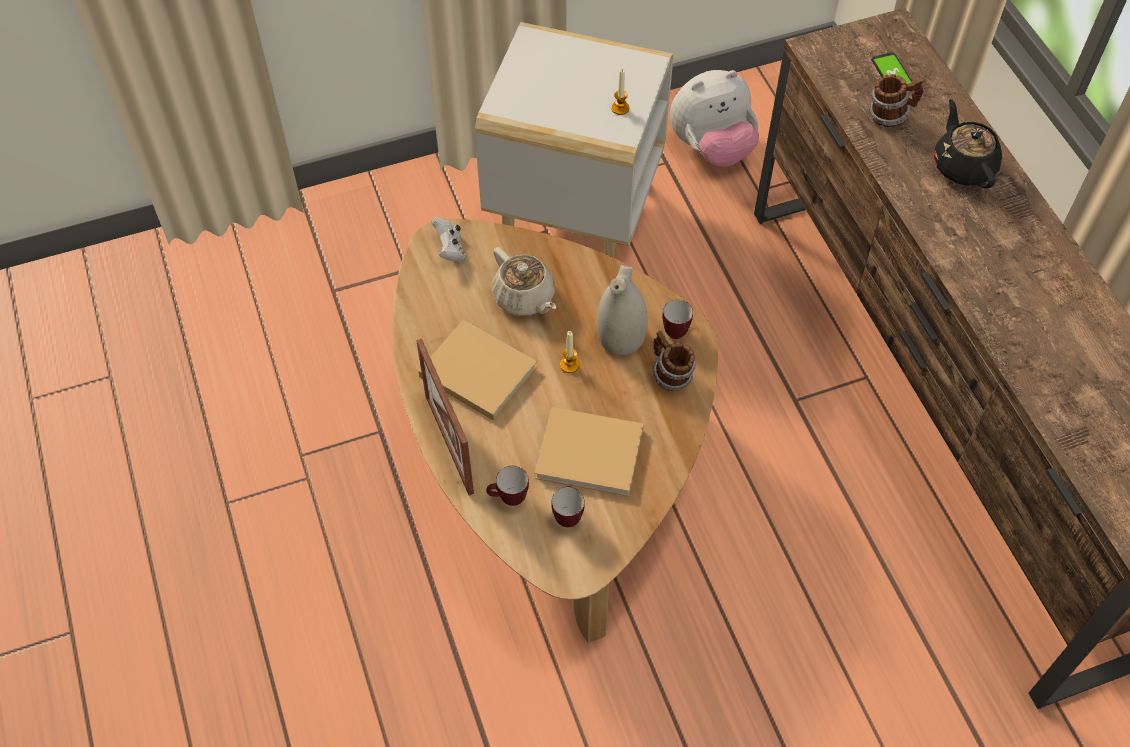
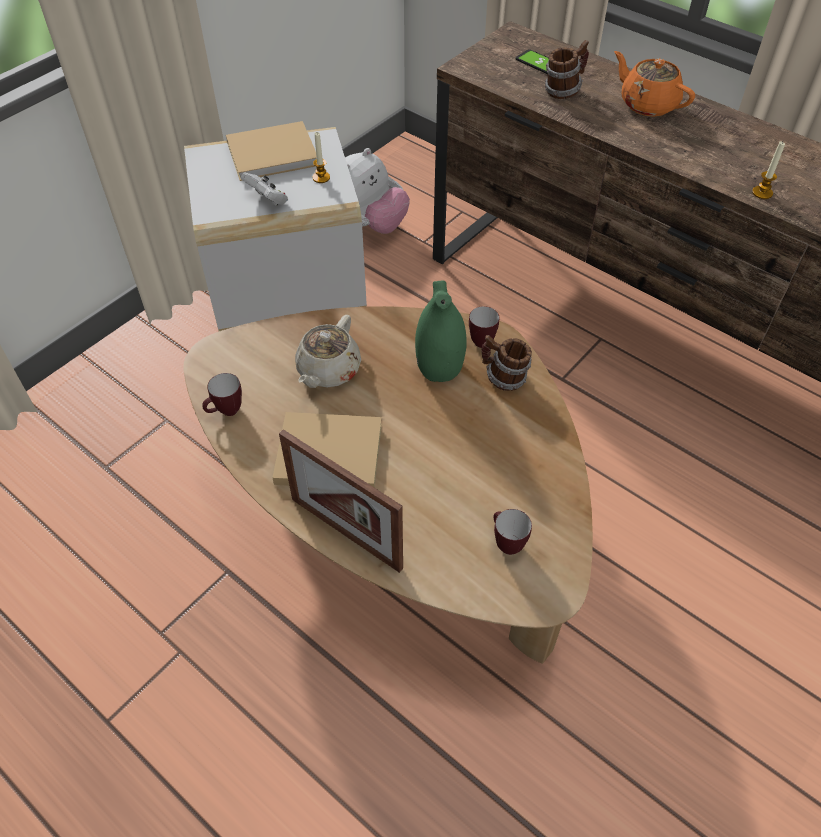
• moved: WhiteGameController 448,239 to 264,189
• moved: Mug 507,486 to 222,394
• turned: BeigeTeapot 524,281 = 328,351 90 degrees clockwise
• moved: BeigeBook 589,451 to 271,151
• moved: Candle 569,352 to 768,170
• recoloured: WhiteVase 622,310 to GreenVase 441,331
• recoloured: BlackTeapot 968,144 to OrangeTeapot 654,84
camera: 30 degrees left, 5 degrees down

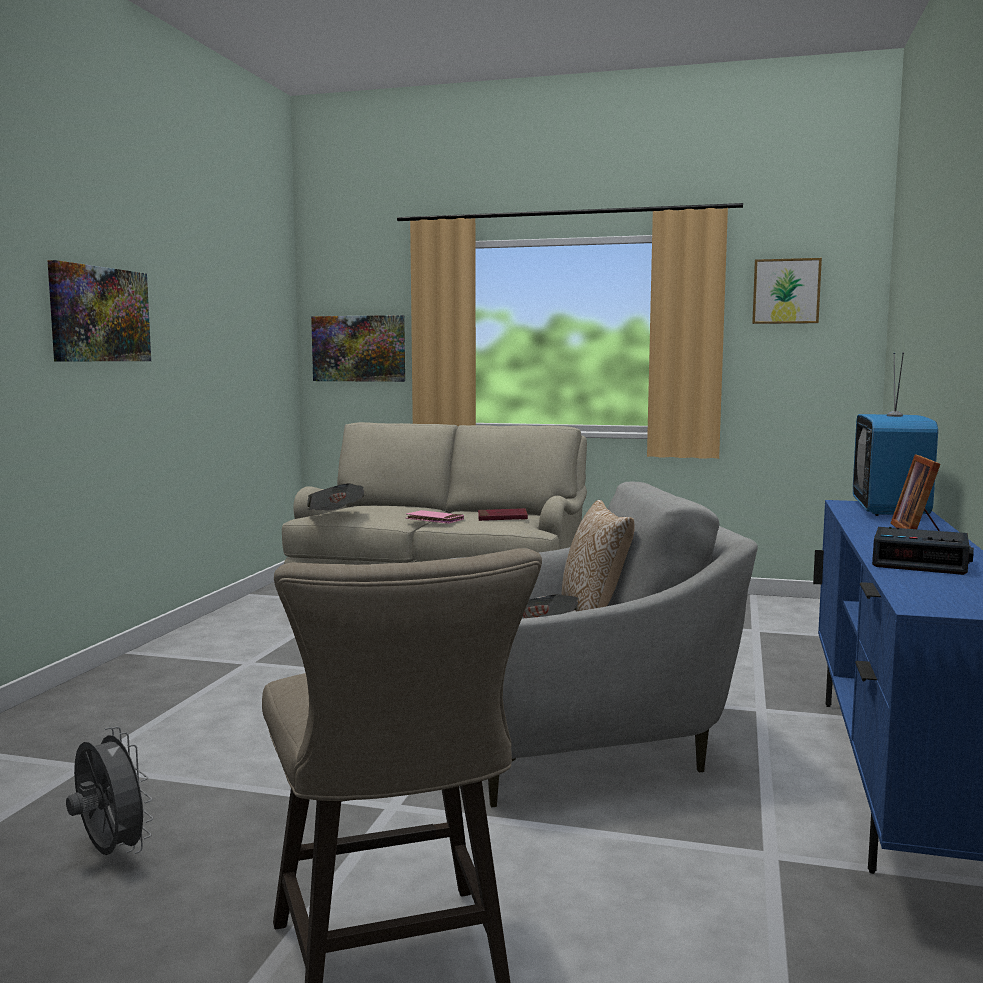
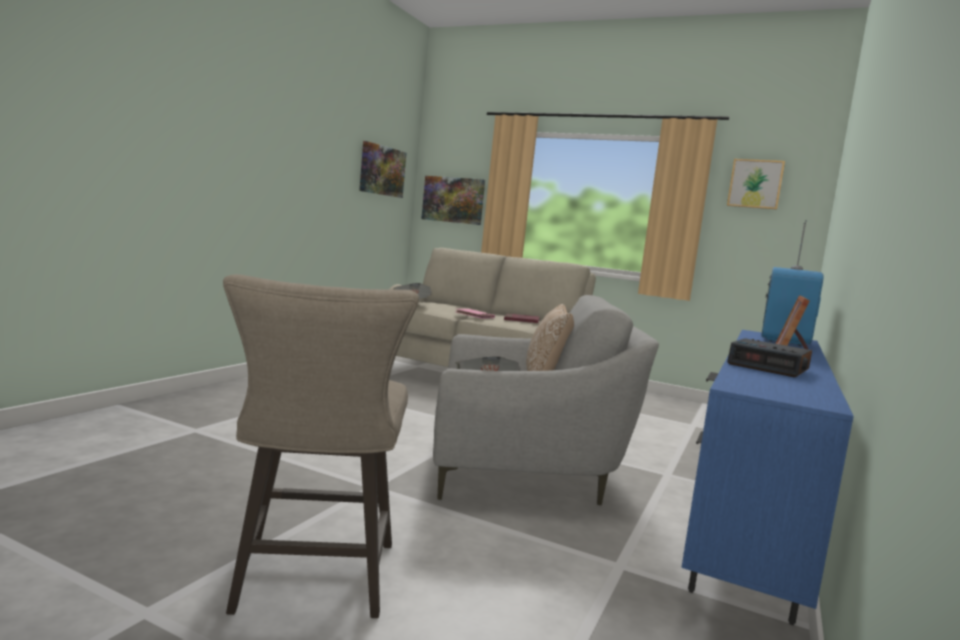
• moved: Picture 99,310 to 382,169
• removed: GreyFan 109,791
camera: 10 degrees right, 0 degrees up

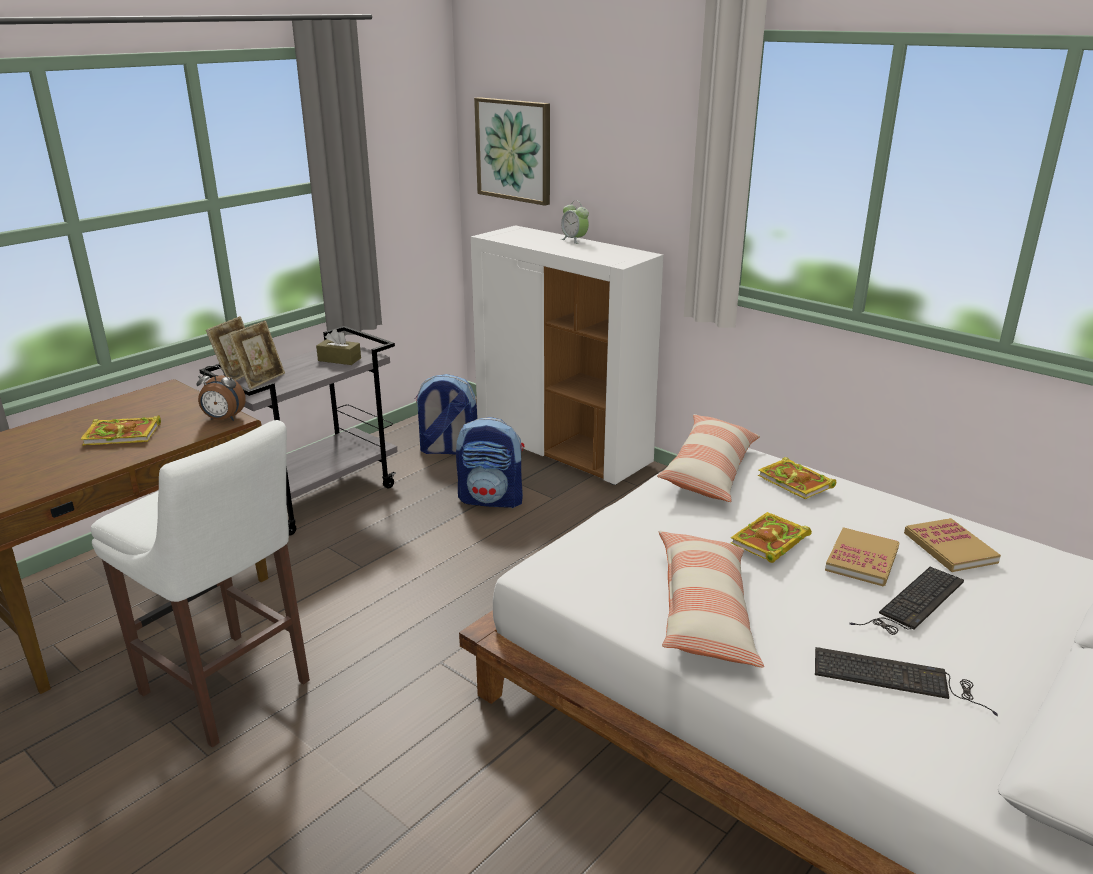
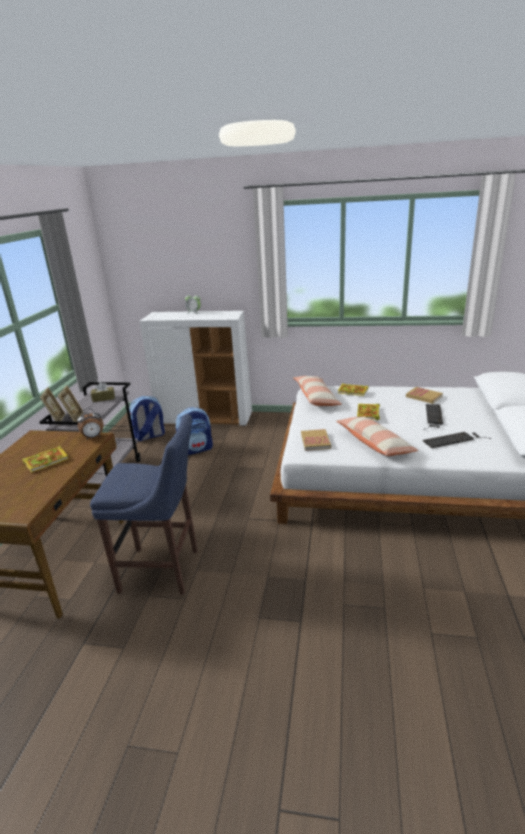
• recoloured: WhiteStool 200,583 to BlueStool 144,504
• removed: Picture 512,151
• moved: Book 862,557 to 316,440
camera: 30 degrees left, 0 degrees up

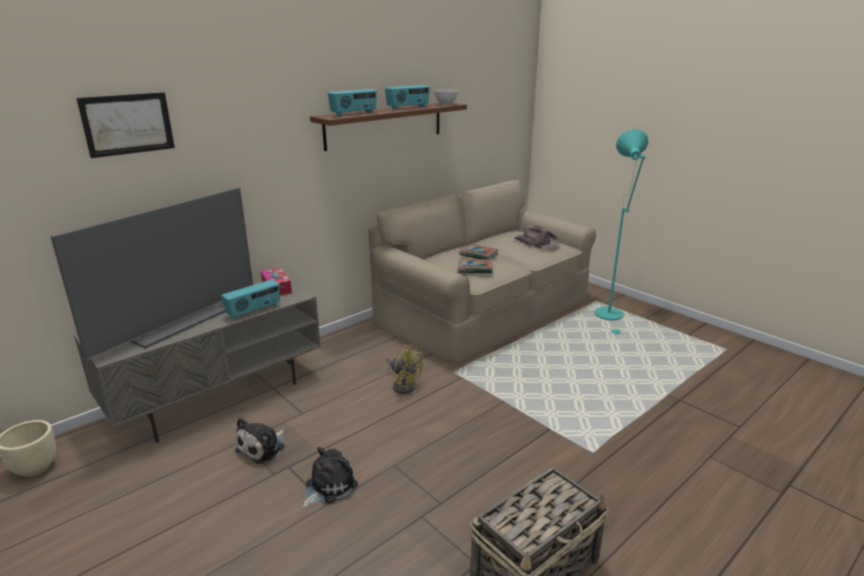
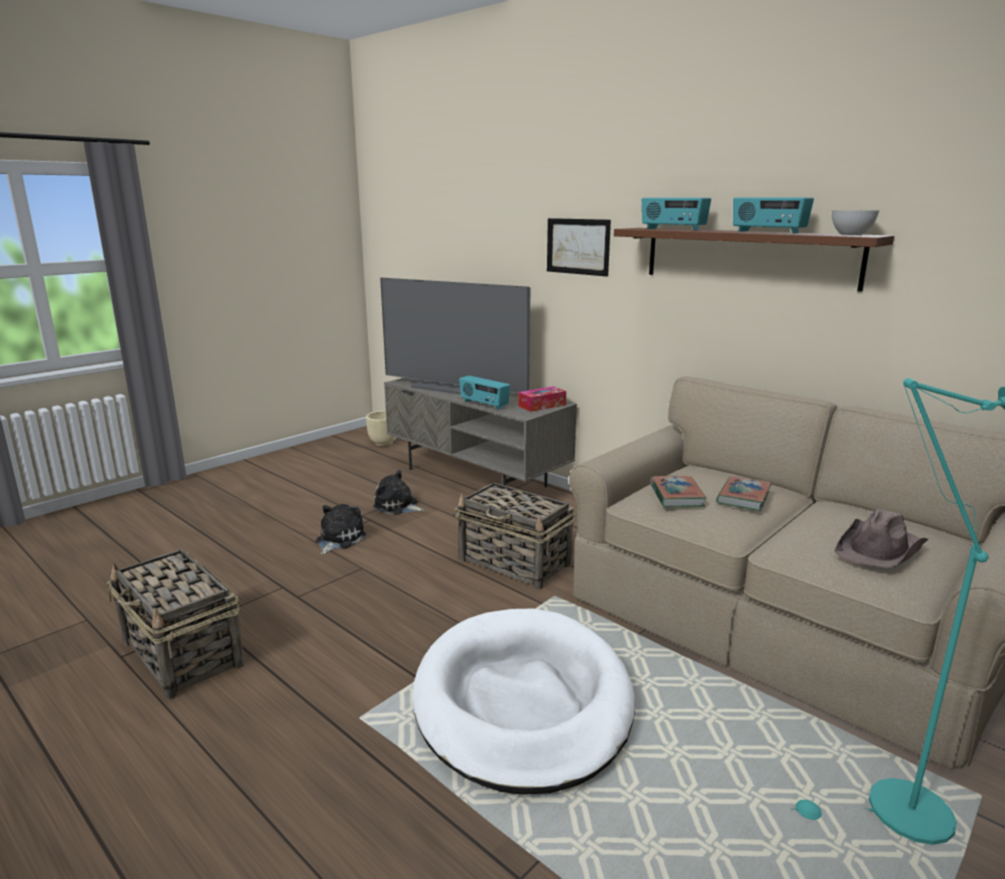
• moved: Picture 125,125 to 579,247
• turned: PlushToy 330,477 = 341,529 105 degrees counterclockwise
• replaced: YellowFan 405,369 to Basket 515,536
• added: WhiteDogBed 523,701
camera: 85 degrees right, 5 degrees down

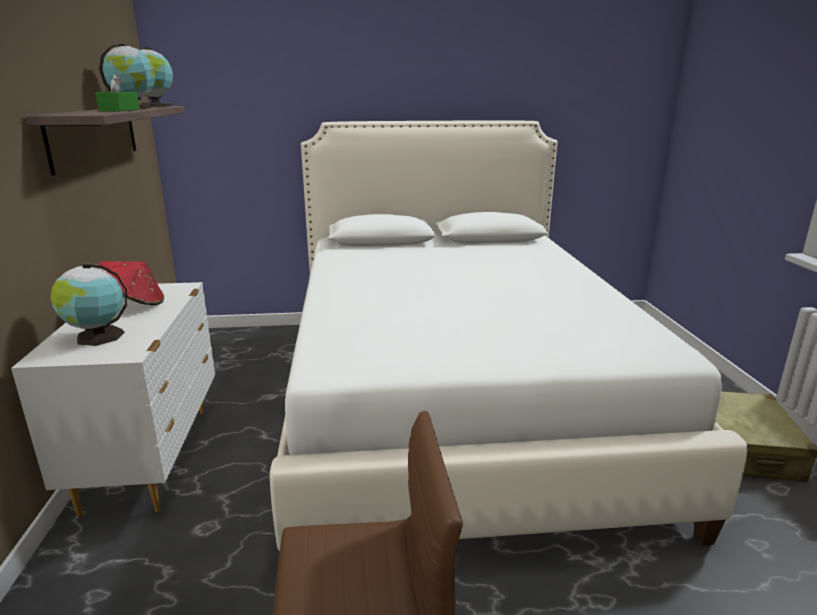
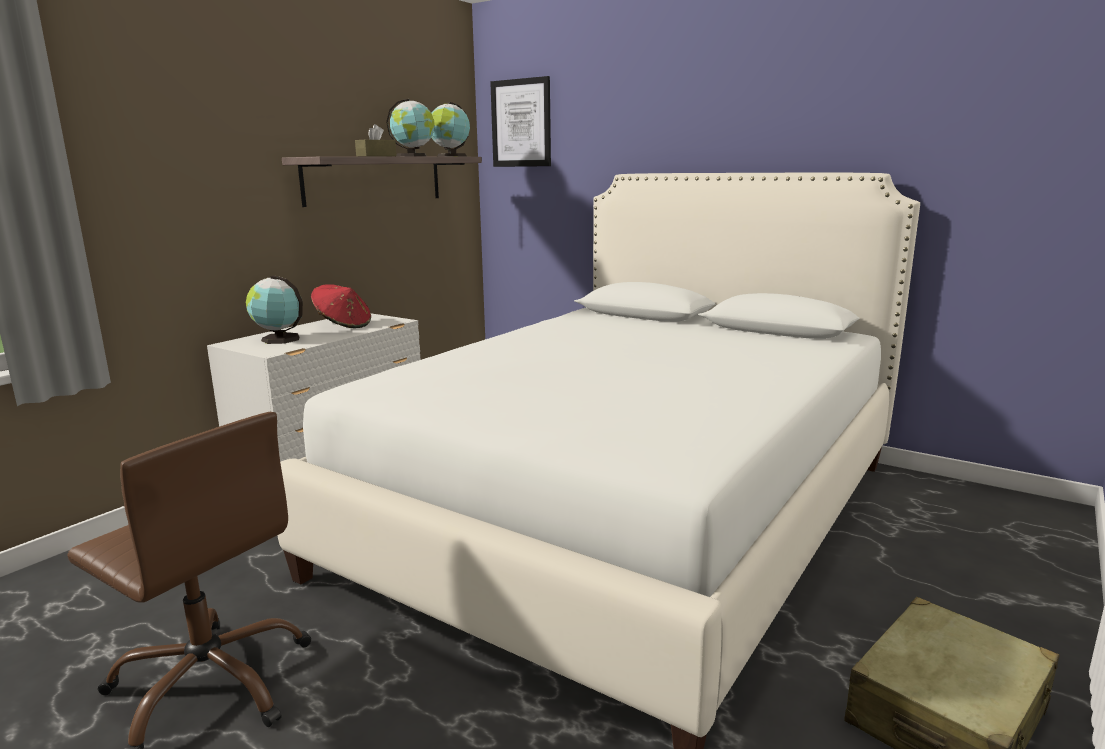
• recoloured: GreenTissueBox 117,92 to BrownTissueBox 376,140
• added: Picture 520,121
camera: 40 degrees right, 5 degrees down

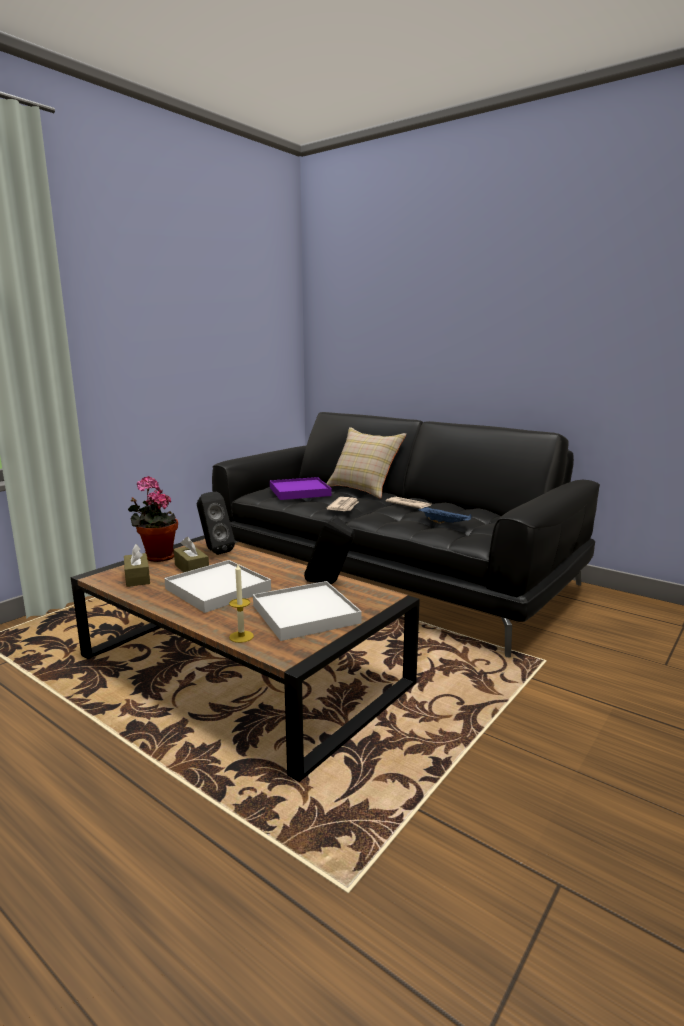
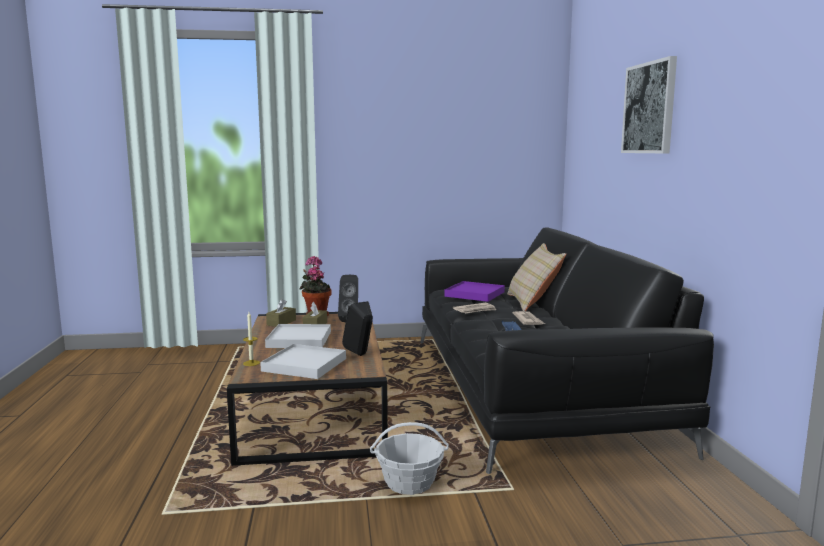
• added: Basket 409,458
• added: Picture 649,104
camera: 45 degrees right, 5 degrees down

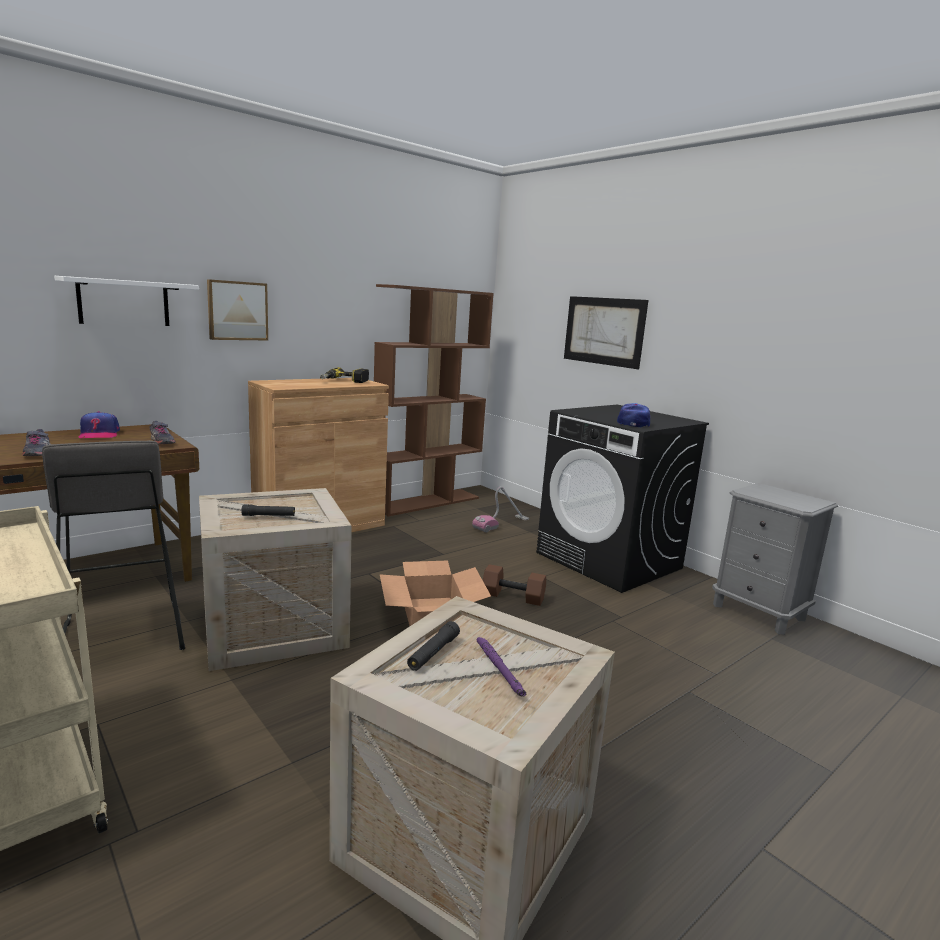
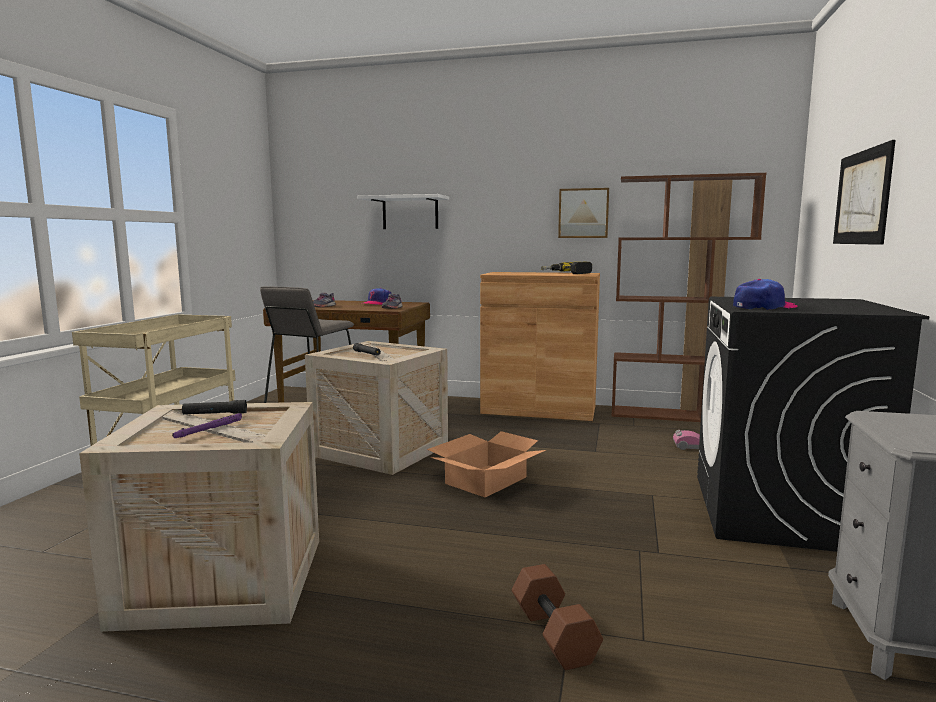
• moved: Picture 237,309 to 583,213
• moved: BrownDumbbell 514,585 to 557,617
camera: 55 degrees right, 5 degrees down

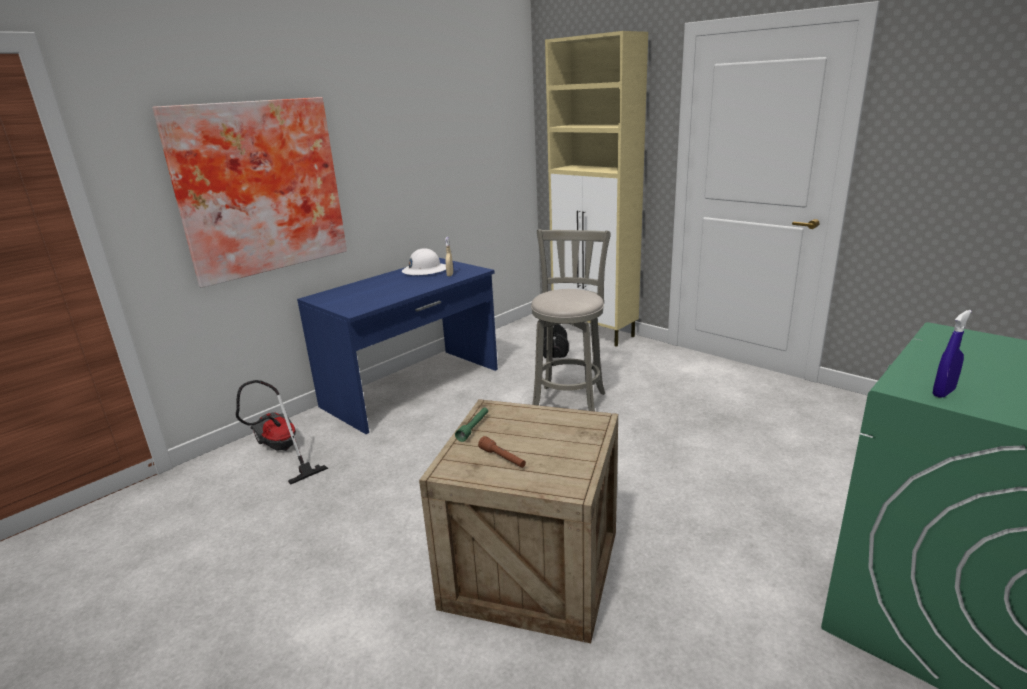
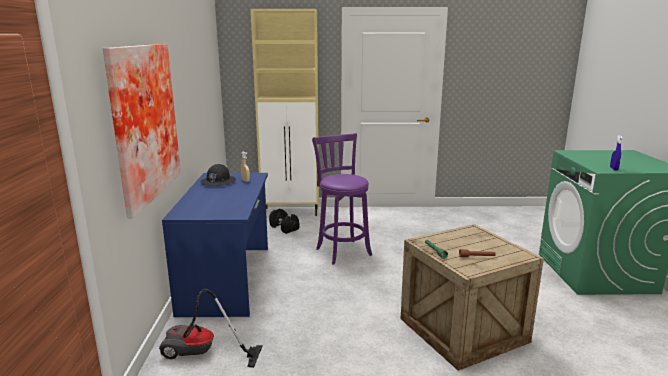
• recoloured: WhiteHardHat 424,261 to BlackHardHat 218,175
• recoloured: GreyStool 571,320 to PurpleStool 342,199
camera: 45 degrees left, 5 degrees down

